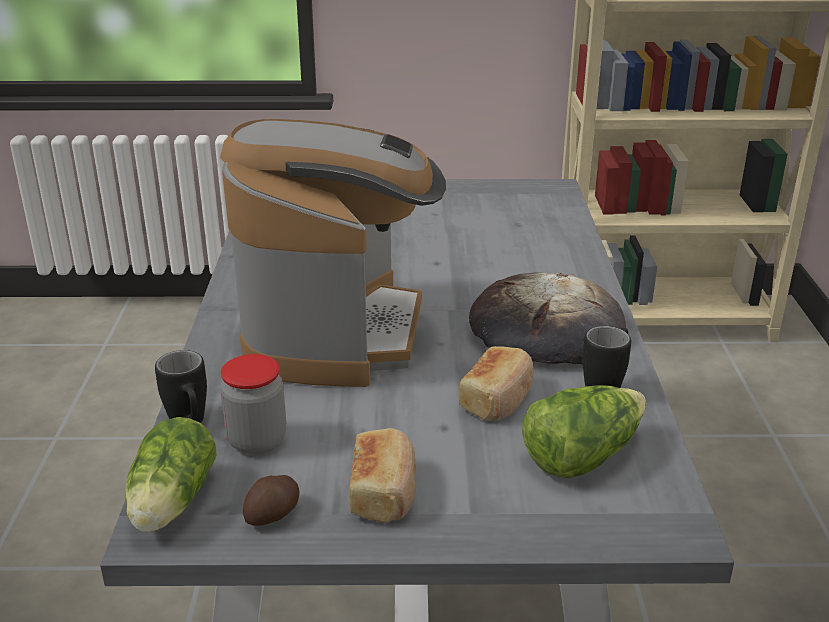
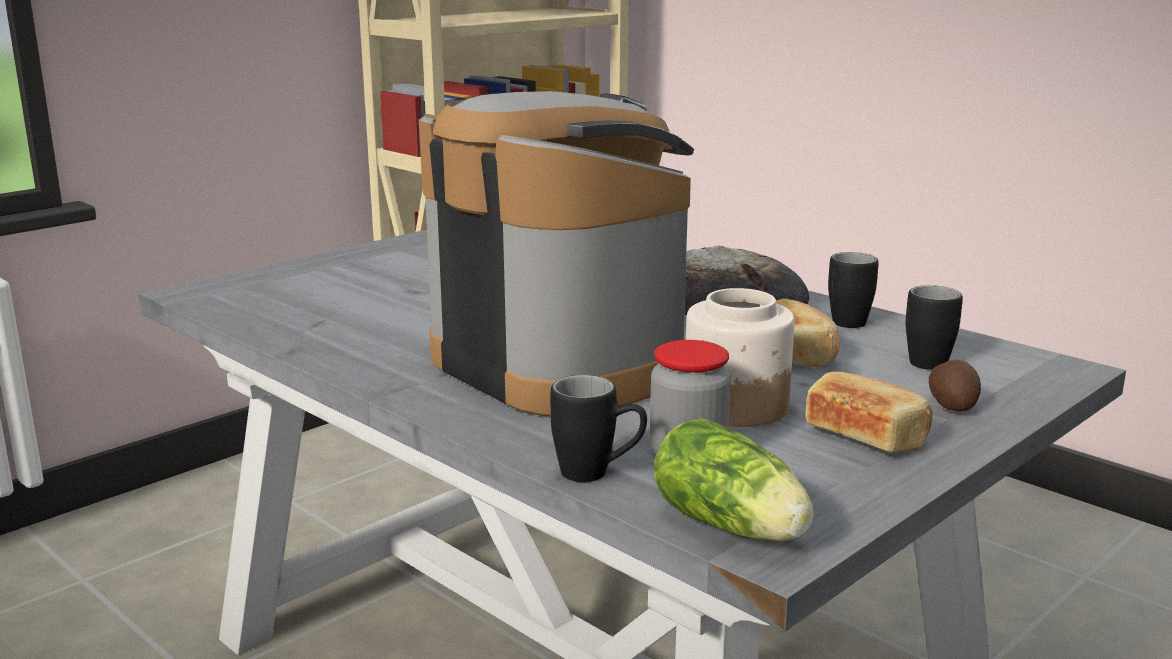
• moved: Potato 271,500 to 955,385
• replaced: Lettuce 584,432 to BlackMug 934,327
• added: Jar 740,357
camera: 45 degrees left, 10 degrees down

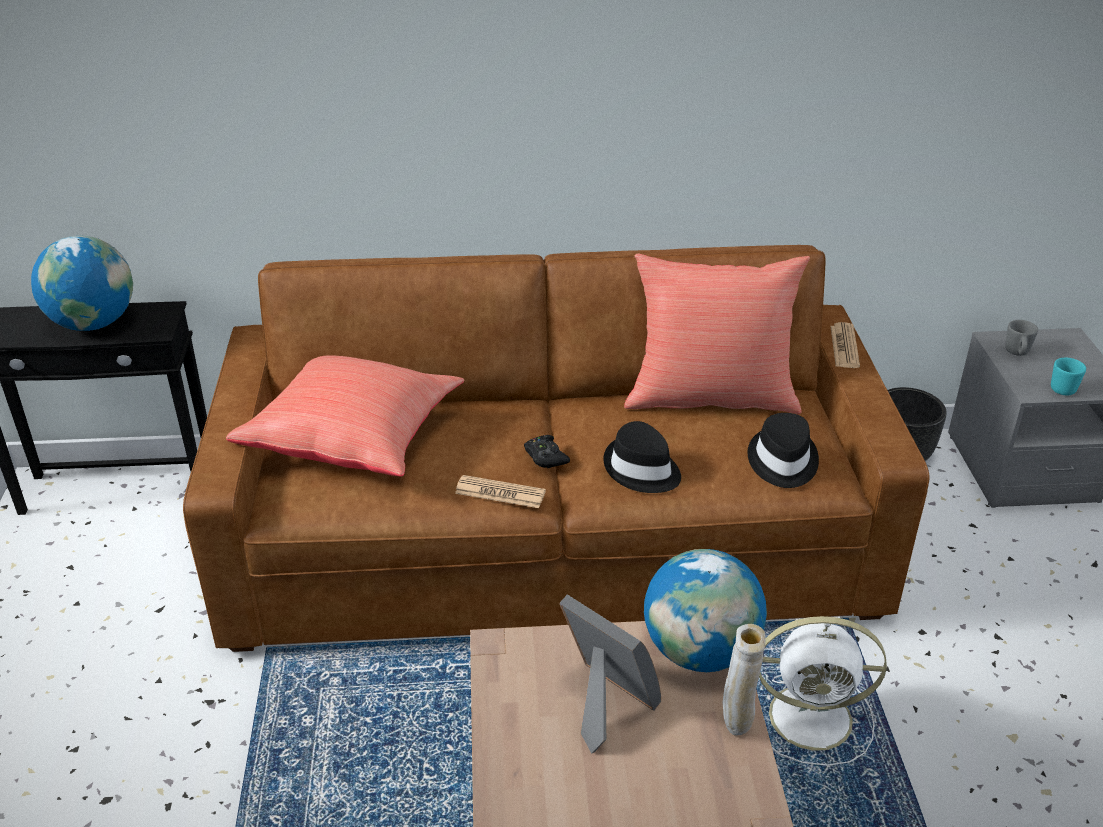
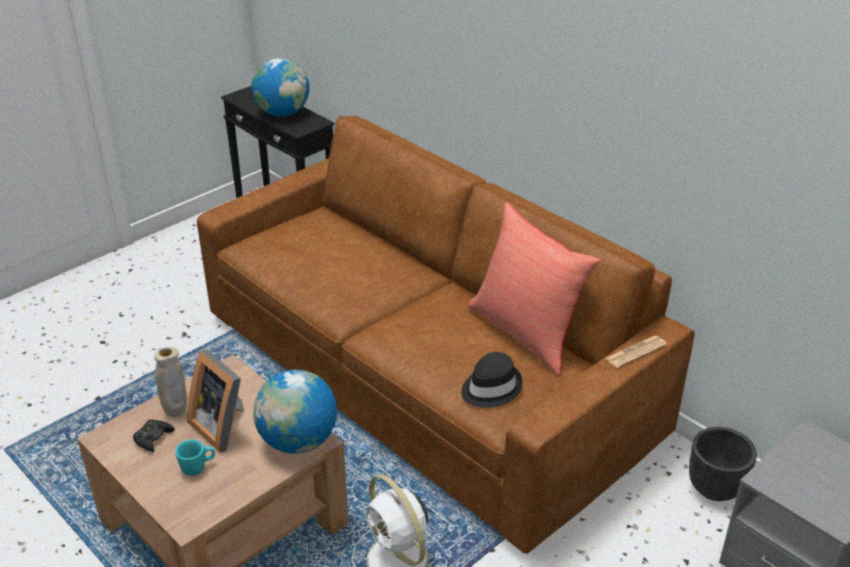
• removed: RedPillow 345,416
• removed: Newspaper 500,491
• moved: BlackGameController 547,451 to 154,436
• turned: PictureFrame 610,674 = 215,401 135 degrees clockwise
• removed: BlackHat 642,457
• moved: BeigeVase 744,680 to 170,382
• removed: GreyMug 1021,338
• moved: TurquoiseMug 1068,376 to 195,458
camera: 50 degrees right, 0 degrees up

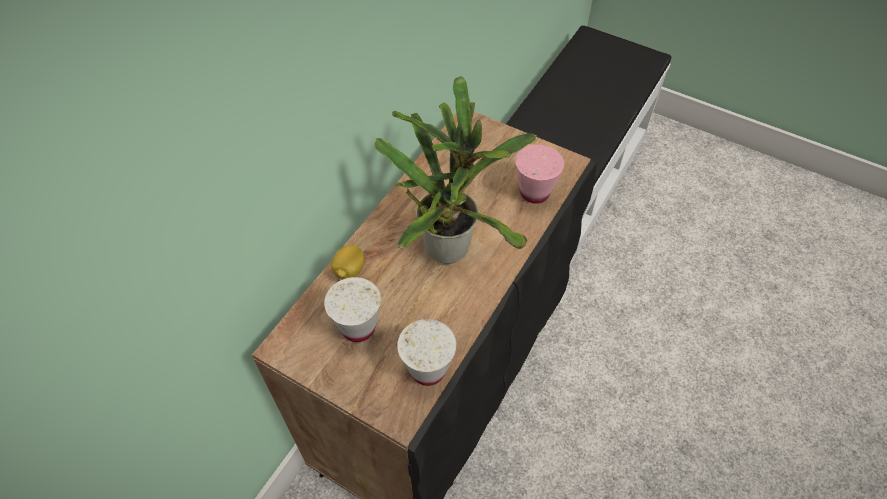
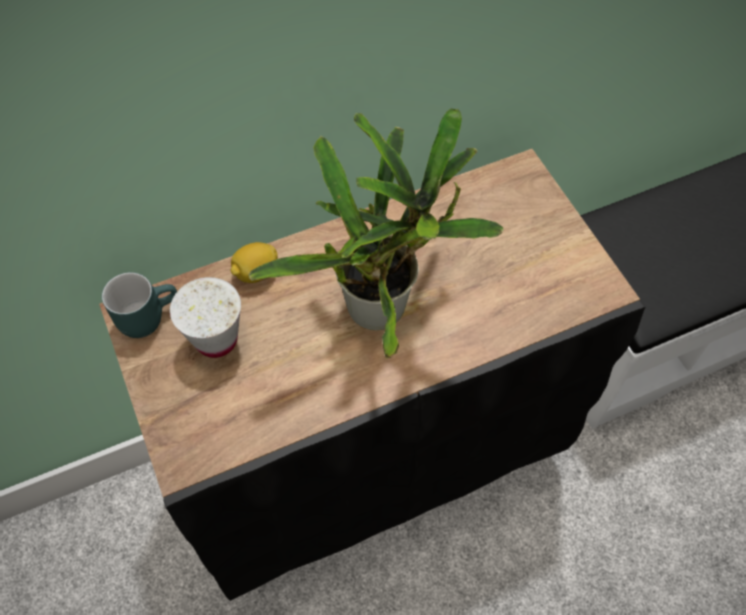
• removed: WhiteCup 427,352
• removed: PinkCup 539,174
• added: TurquoiseMug 139,305
camera: 35 degrees right, 5 degrees up

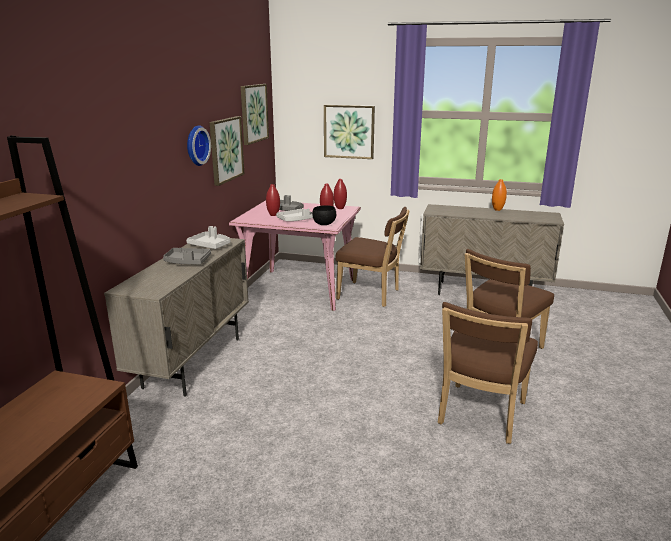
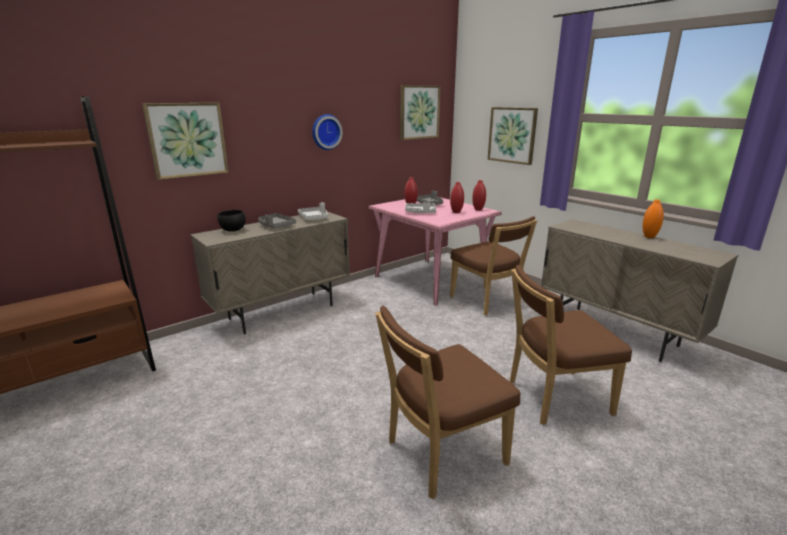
• moved: Picture 226,151 to 185,141
• moved: BlackBowl 324,215 to 231,221
camera: 35 degrees right, 0 degrees up

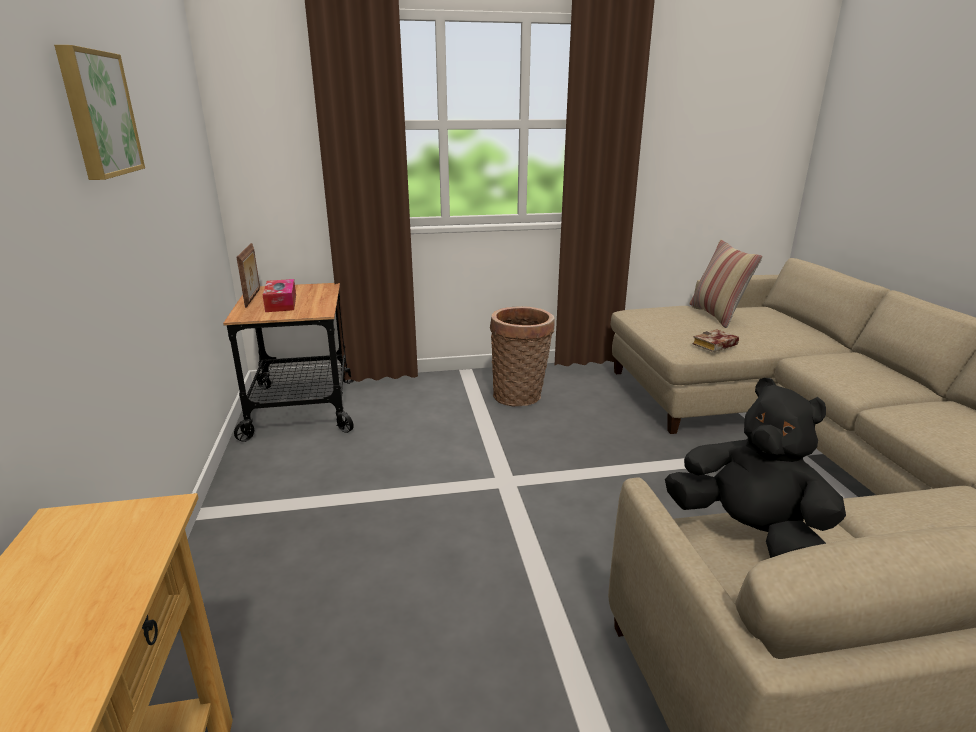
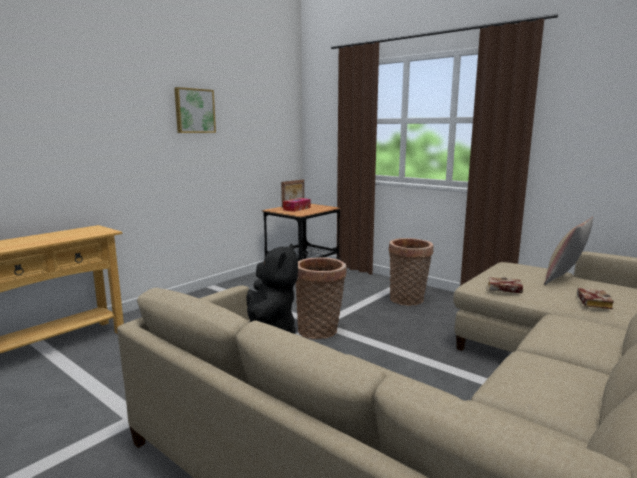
• added: Basket 321,298
• added: Book 595,298
camera: 50 degrees right, 10 degrees down

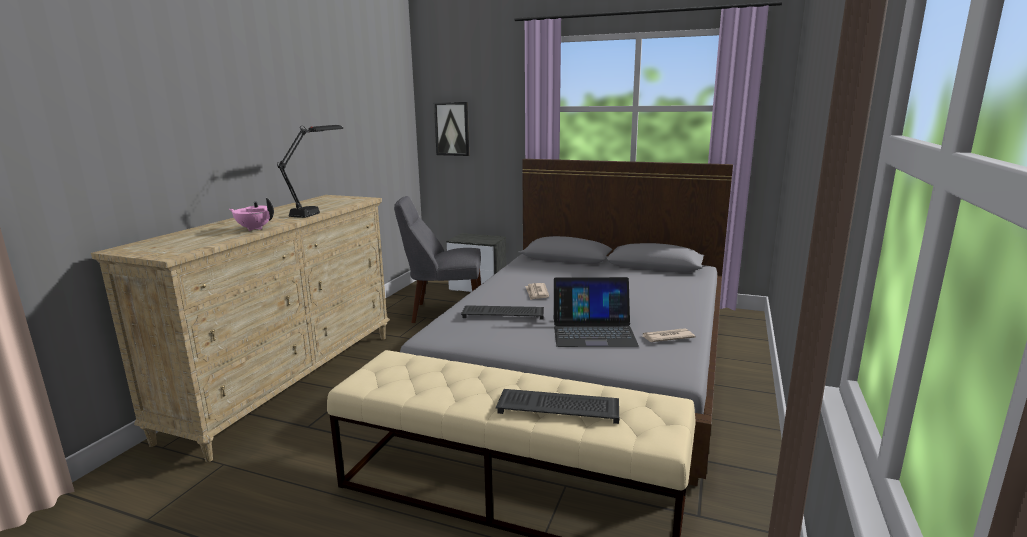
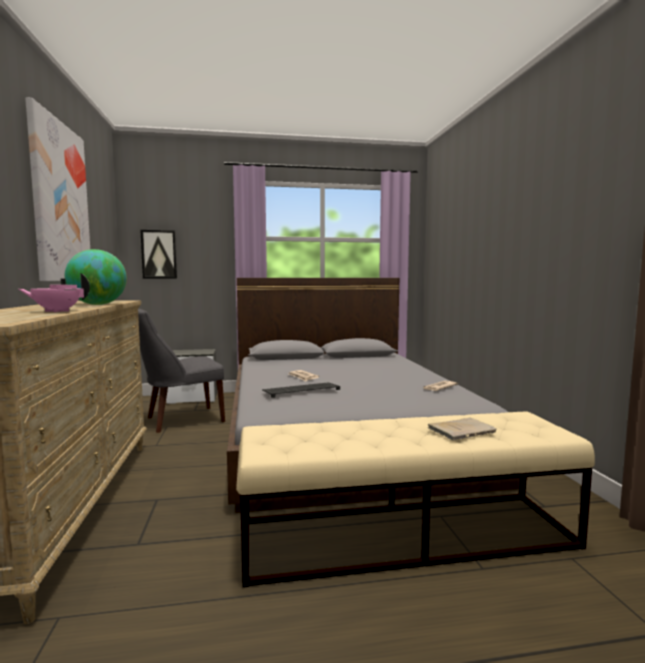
• replaced: BlackTableLamp 310,171 to Globe 96,277
• replaced: Keyboard 557,406 to BeigeBook 462,429
• removed: Laptop 596,312
• added: Picture 57,189
camera: 30 degrees left, 10 degrees down

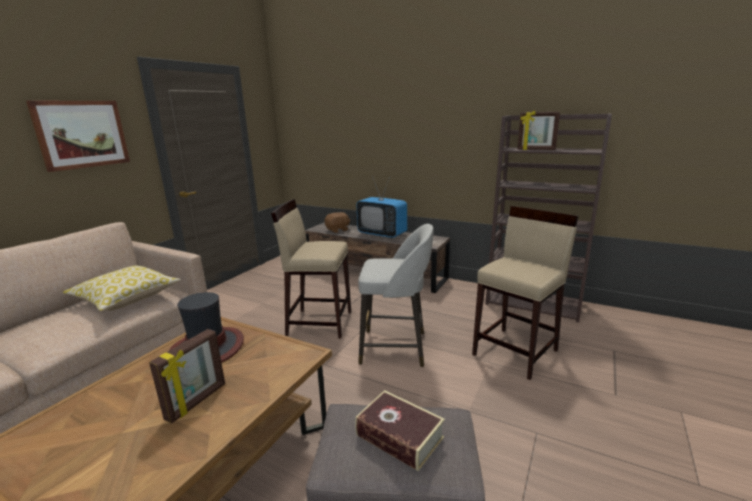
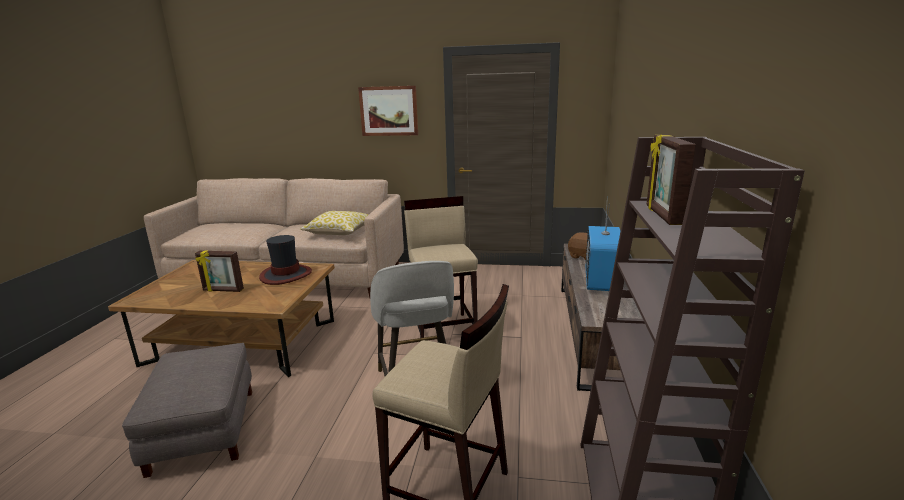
• removed: Book 400,430
camera: 70 degrees right, 0 degrees up

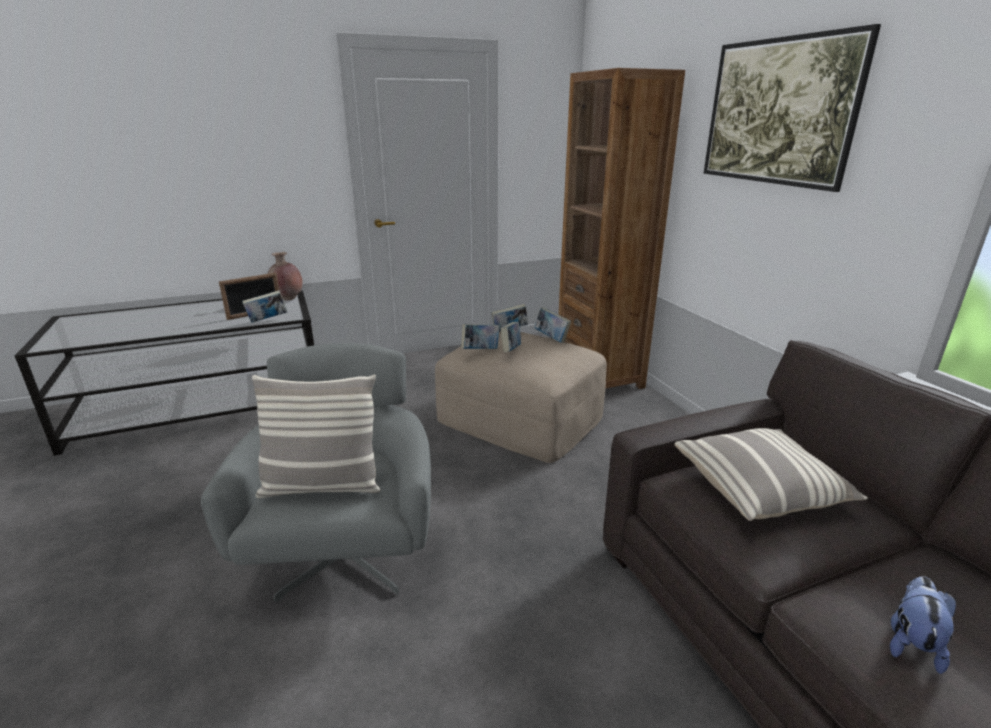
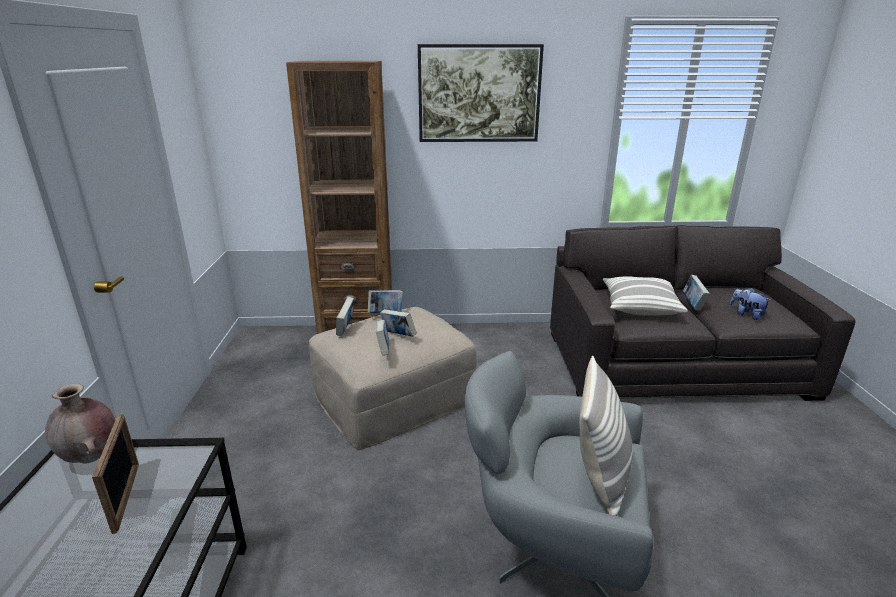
• moved: Book 265,306 to 696,293
camera: 70 degrees left, 0 degrees up

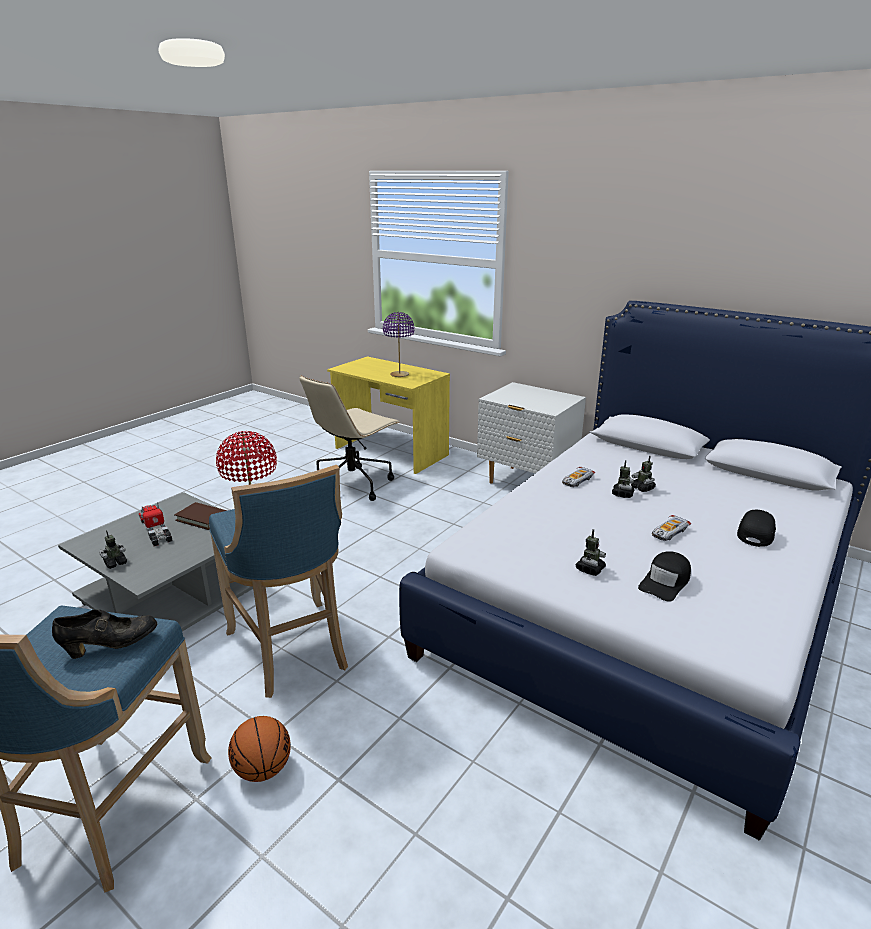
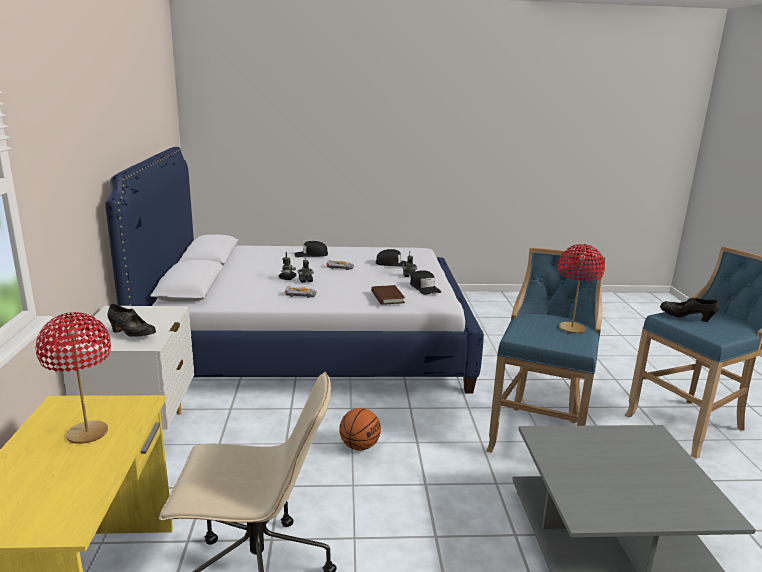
• removed: ToyRobot 113,549
• removed: ToyTruck 156,524
• moved: BrownBook 200,516 to 388,295
• moved: Basketball 259,749 to 360,429
• recoloured: PurpleTableLamp 399,344 to RedTableLamp 73,378
• added: BlackShoe 131,320
• added: BlackCap 425,282
camera: 130 degrees left, 5 degrees down

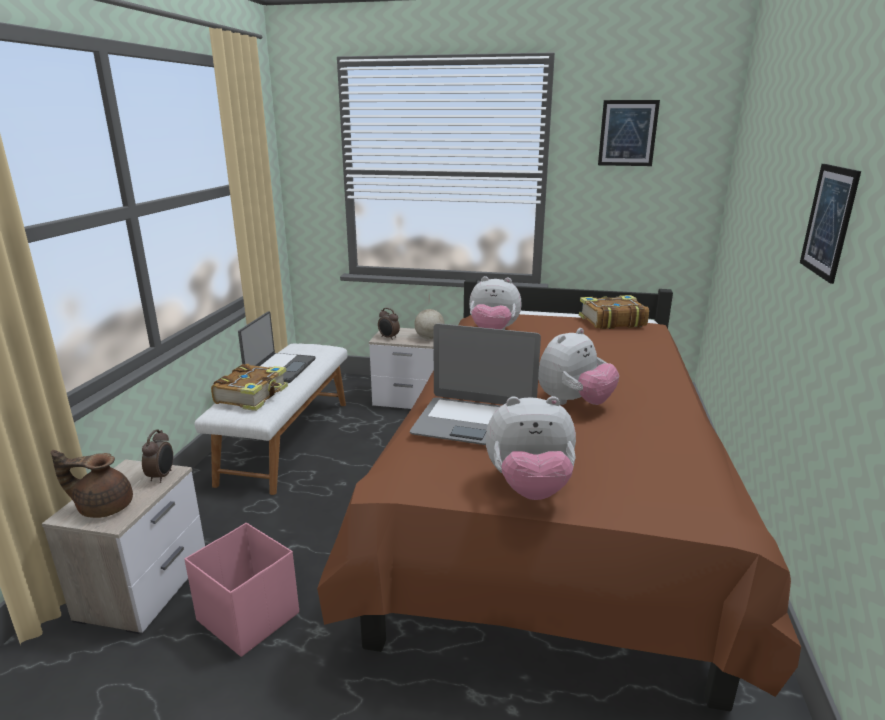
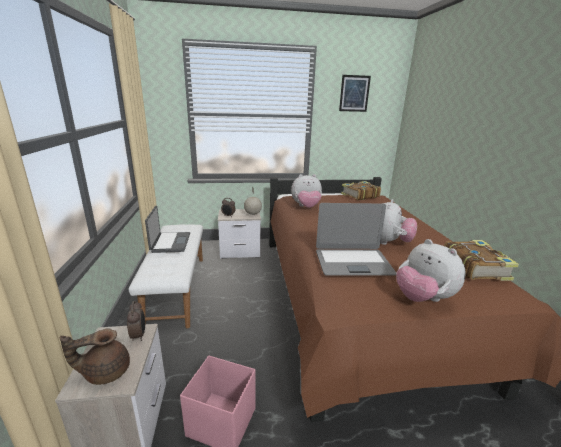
• moved: Book 249,387 to 481,260
• turned: PlushToy 531,448 = 431,270 75 degrees clockwise
• removed: Picture 830,224
camera: 20 degrees left, 0 degrees up

